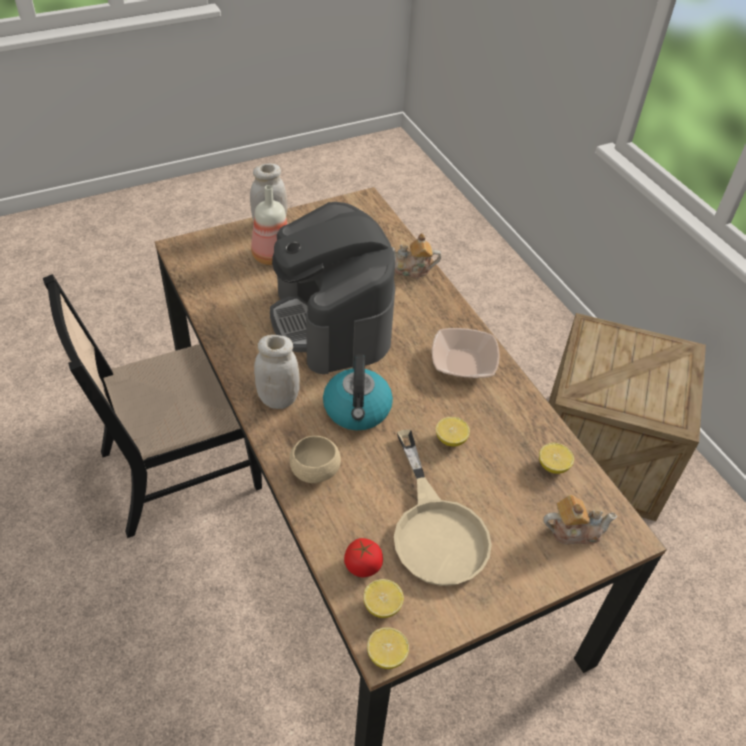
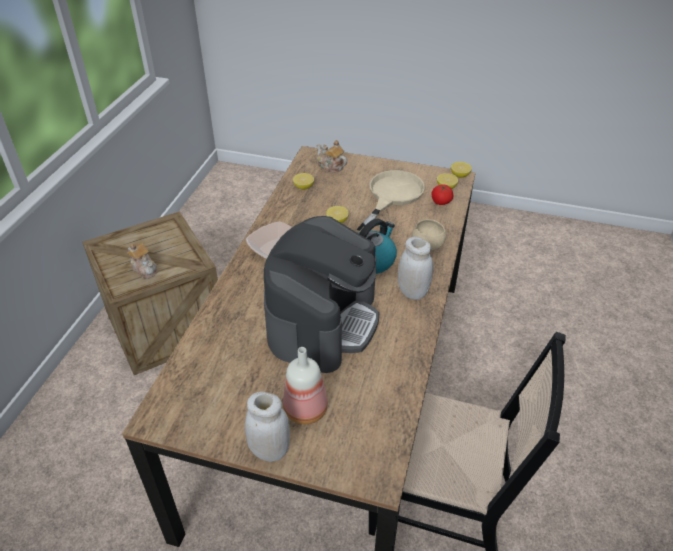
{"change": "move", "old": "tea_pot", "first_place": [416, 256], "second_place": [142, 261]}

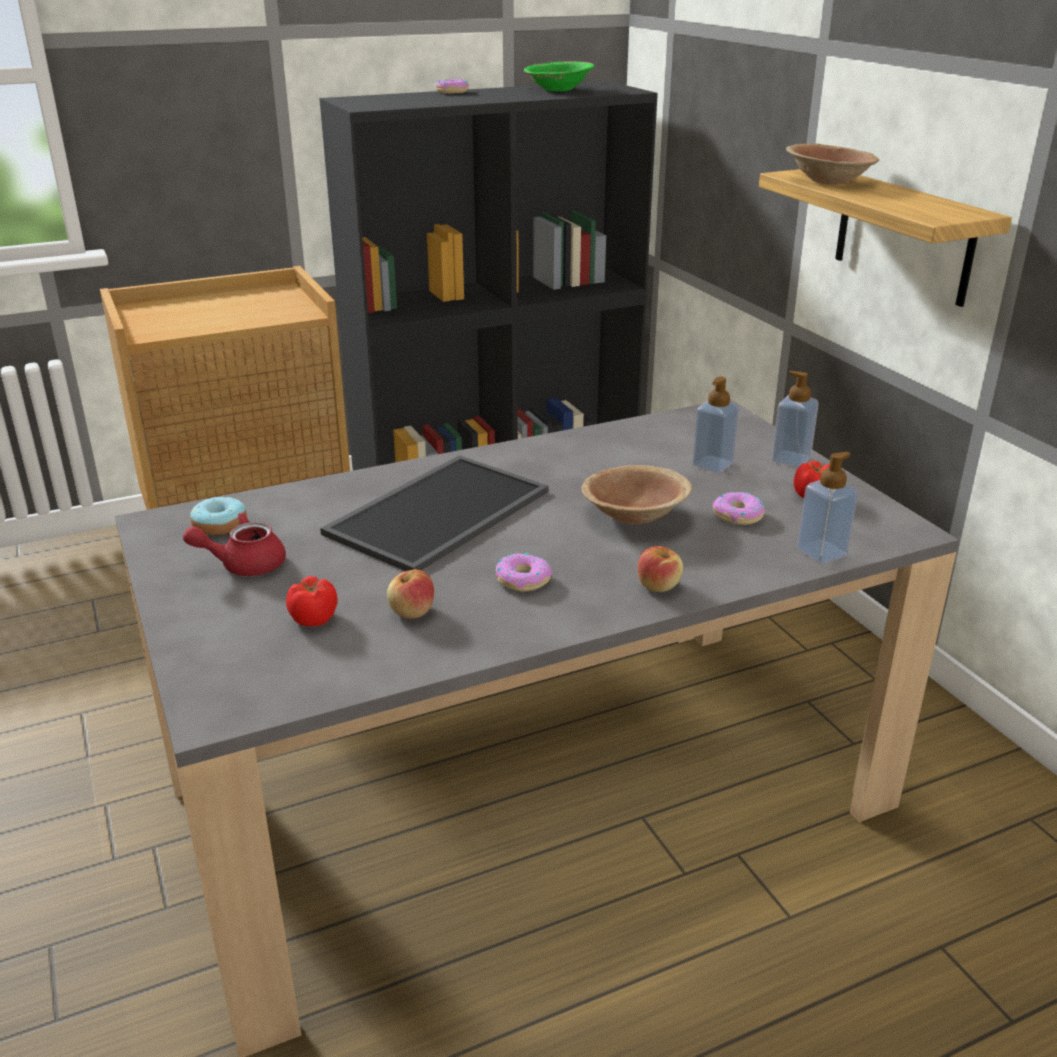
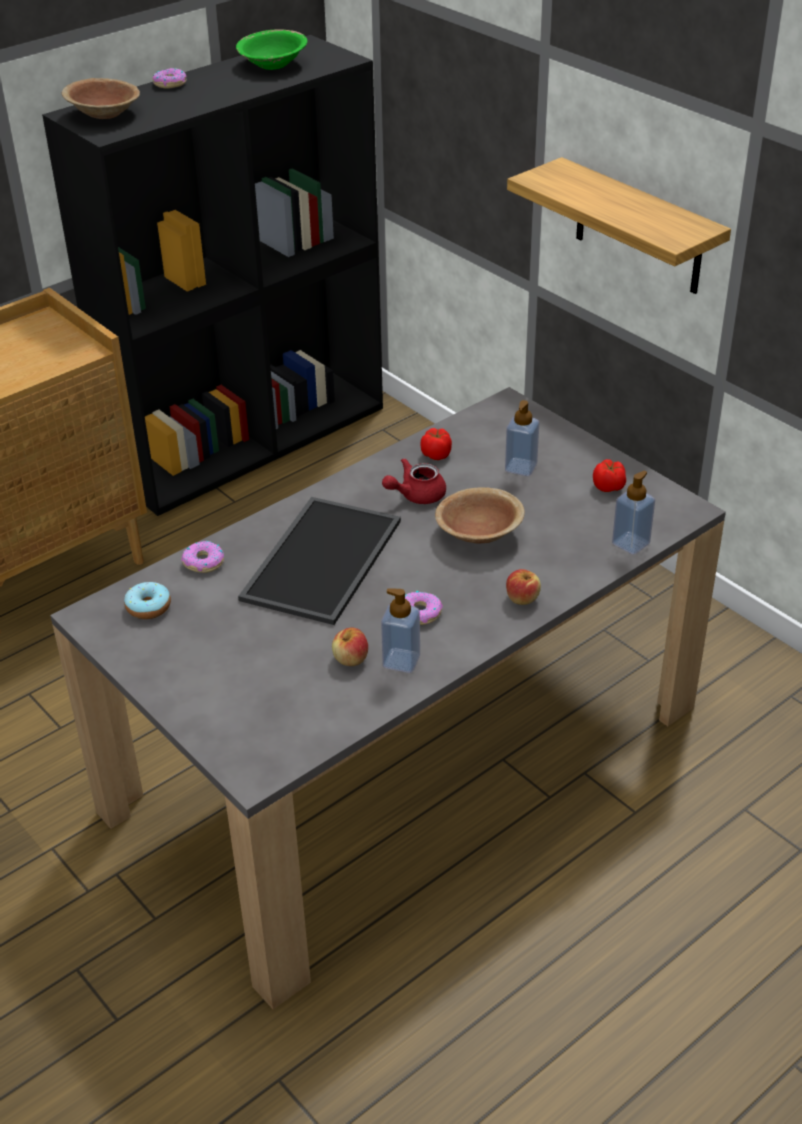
{"change": "move", "old": "red_tea_pot", "first_place": [234, 544], "second_place": [414, 481]}
{"change": "move", "old": "whole_tomato", "first_place": [311, 601], "second_place": [436, 444]}
{"change": "move", "old": "donut", "first_place": [738, 508], "second_place": [202, 557]}
{"change": "move", "old": "soap_bottle", "first_place": [795, 419], "second_place": [400, 630]}
{"change": "move", "old": "brown_deep_dish", "first_place": [832, 164], "second_place": [101, 98]}

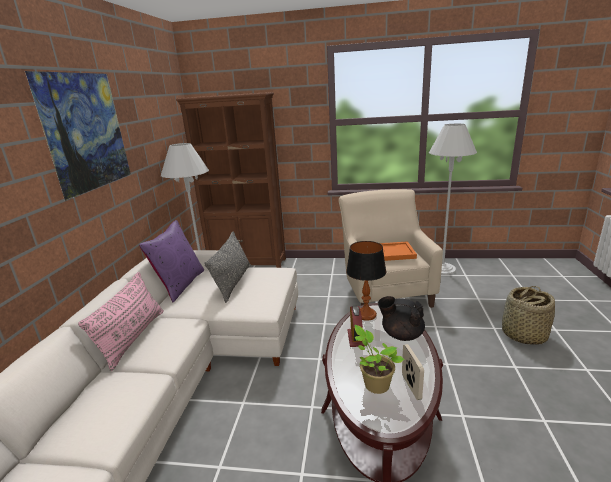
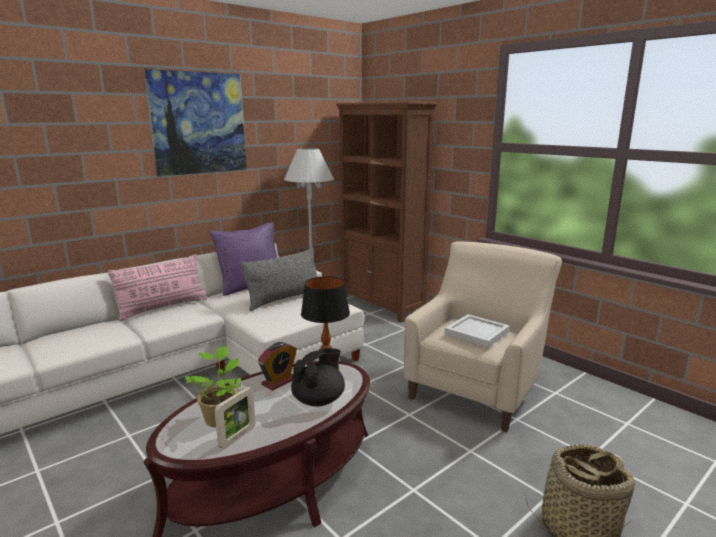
{"change": "rotate", "old": "blackish_tea_pot", "first_place": [401, 318], "second_place": [318, 377], "degrees": 60}
{"change": "recolor", "old": "orangey_carrying_tray", "new": "white_carrying_tray", "first_place": [398, 251], "second_place": [477, 330]}
{"change": "delete", "old": "white_standard_lamp", "first_place": [453, 199]}

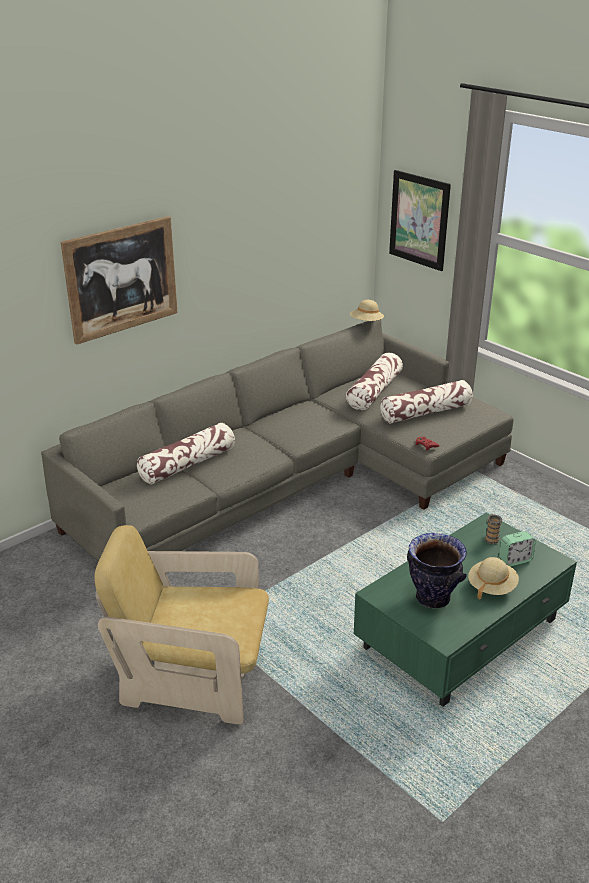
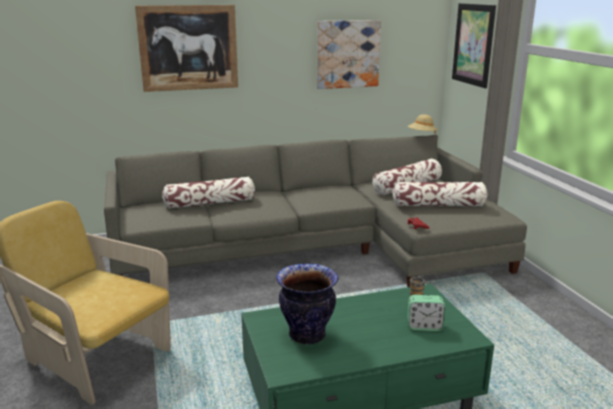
{"change": "delete", "old": "beige-coloured_wearable_hat", "first_place": [493, 578]}
{"change": "insert", "new": "wall_picture", "second_place": [349, 54]}

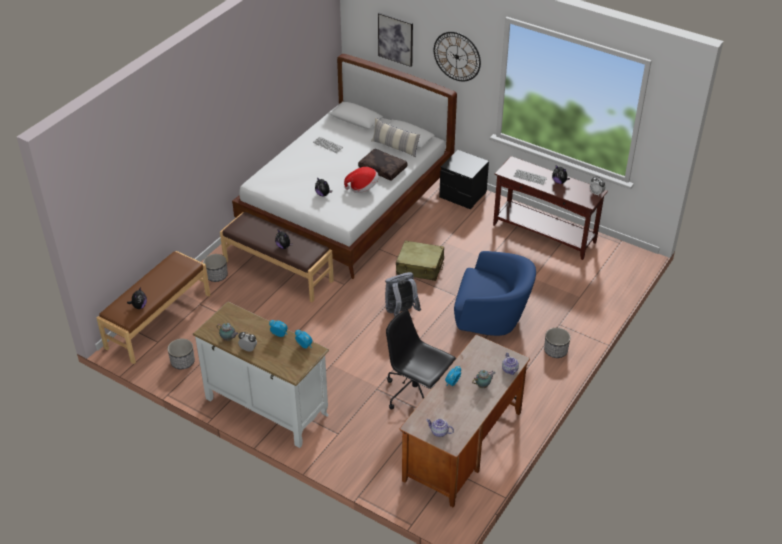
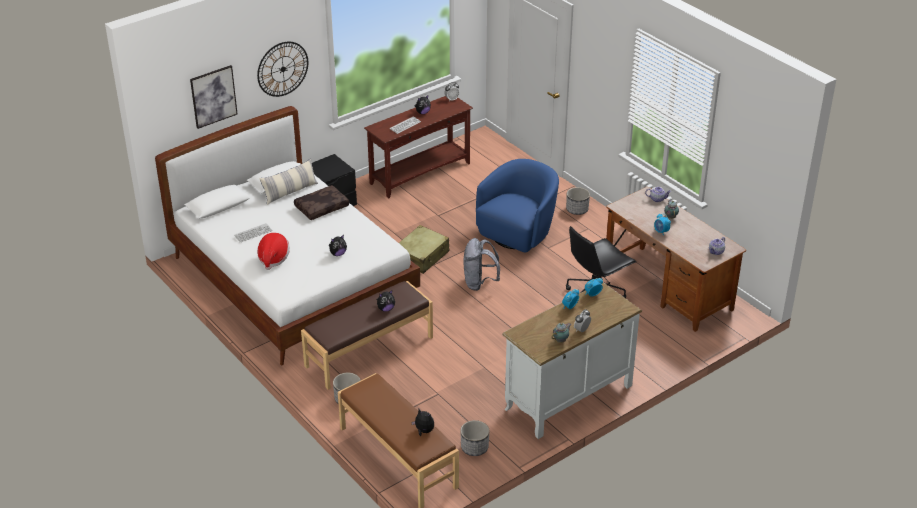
{"change": "move", "old": "wearable_hat", "first_place": [361, 180], "second_place": [273, 251]}

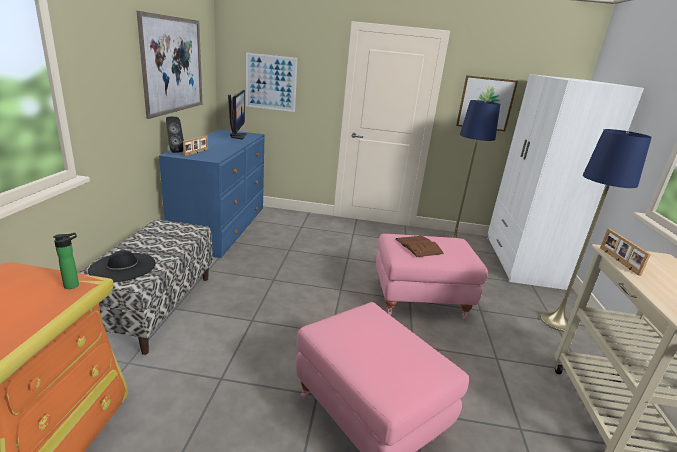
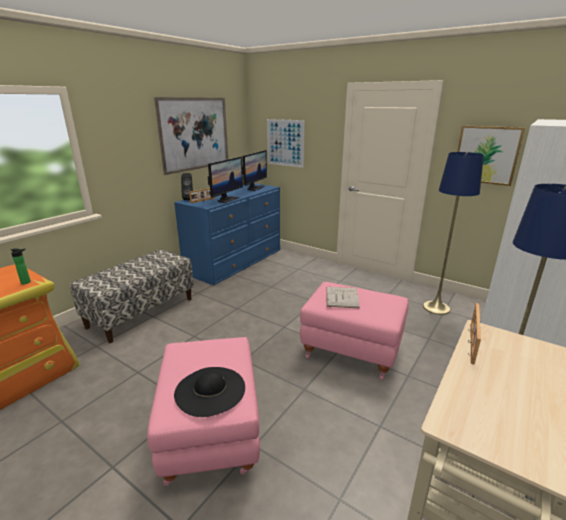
{"change": "move", "old": "blackish_wearable_hat", "first_place": [122, 266], "second_place": [209, 392]}
{"change": "recolor", "old": "brown_bound_book", "new": "white_bound_book", "first_place": [420, 246], "second_place": [343, 297]}
{"change": "insert", "new": "computer_screen", "second_place": [225, 180]}

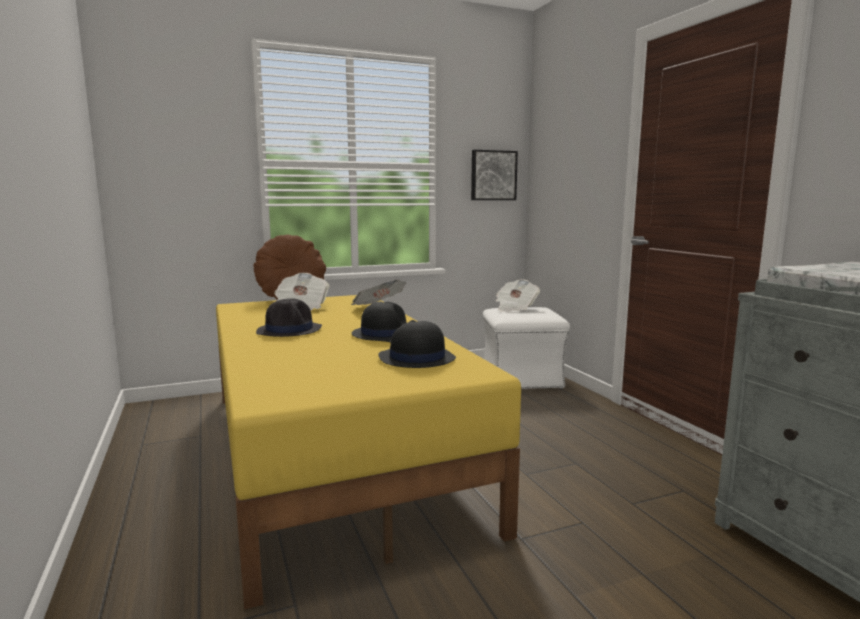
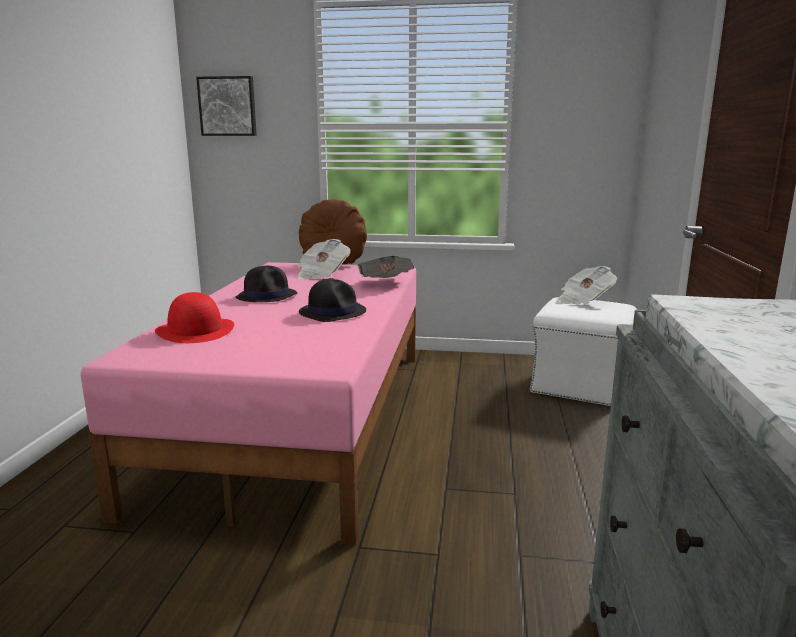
{"change": "recolor", "old": "yellowish_sleeping_bed", "new": "pink-coloured_sleeping_bed", "first_place": [368, 452], "second_place": [248, 403]}
{"change": "delete", "old": "blackish_wearable_hat", "first_place": [417, 344]}
{"change": "move", "old": "wall_picture", "first_place": [494, 175], "second_place": [226, 106]}
{"change": "insert", "new": "red_wearable_hat", "second_place": [194, 317]}

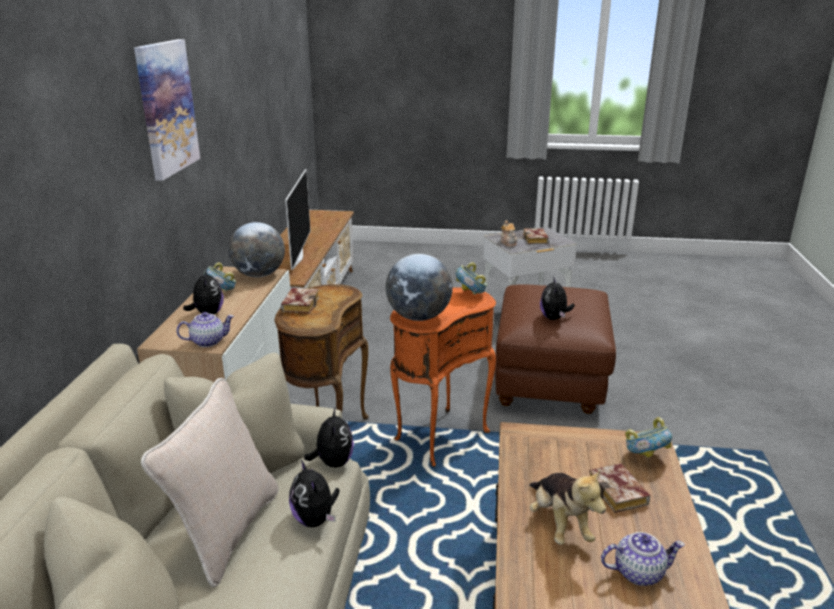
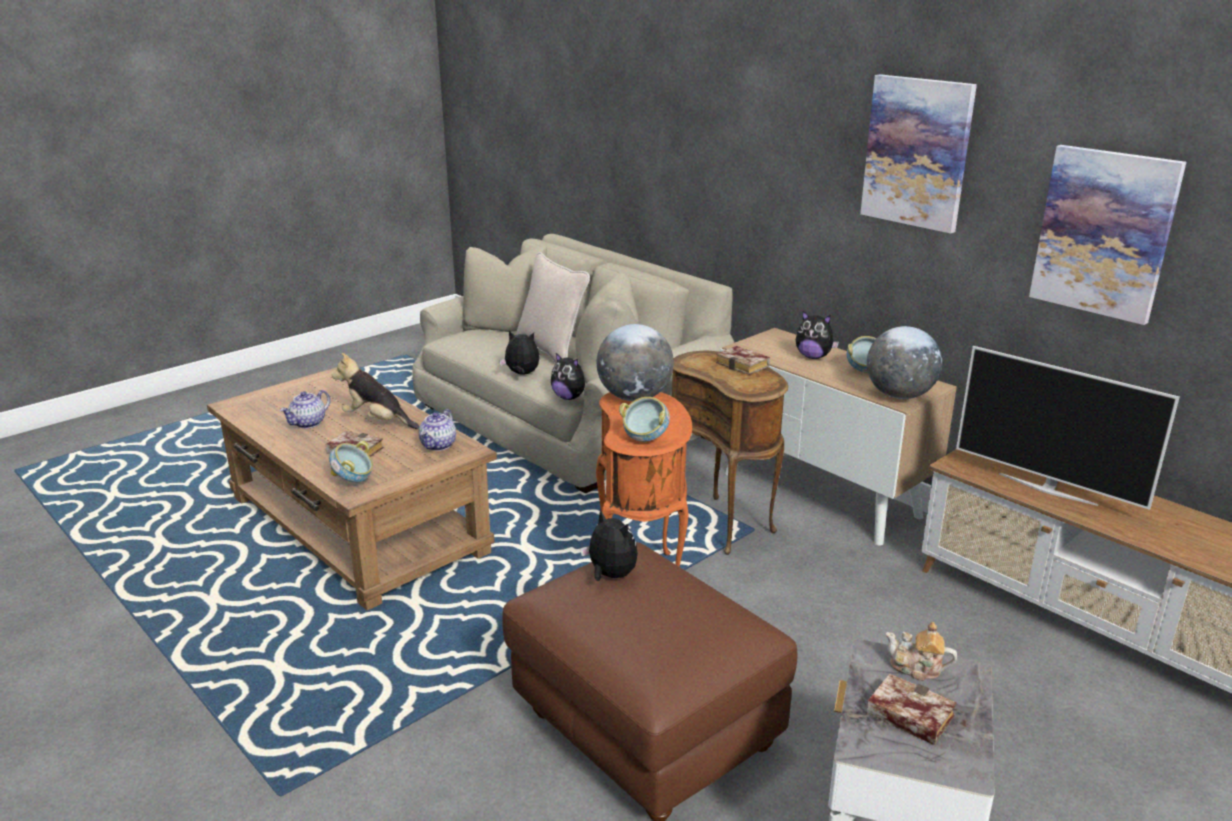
{"change": "move", "old": "tea_pot", "first_place": [205, 329], "second_place": [437, 430]}
{"change": "insert", "new": "wall_picture", "second_place": [1107, 235]}

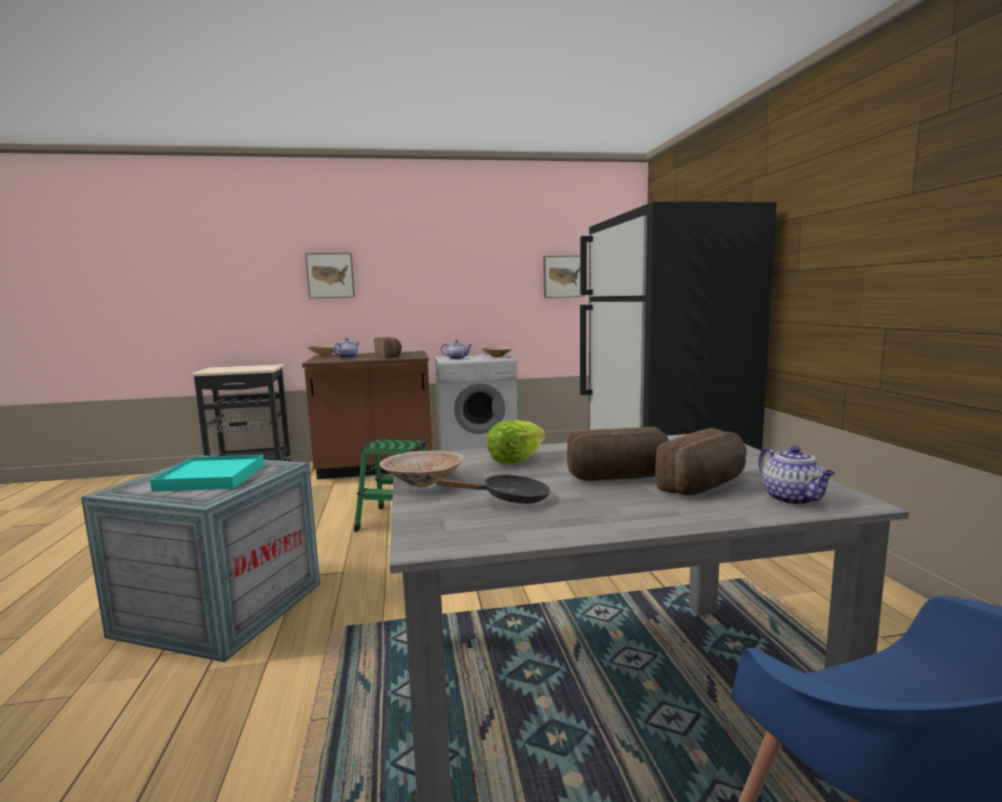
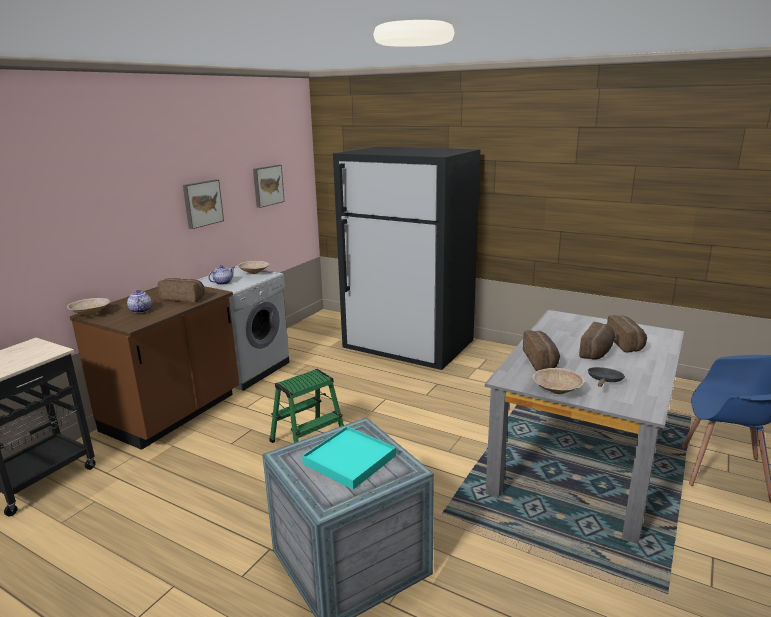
{"change": "move", "old": "wall_picture", "first_place": [330, 275], "second_place": [203, 204]}
{"change": "replace", "old": "lettuce", "new": "bakery_bread", "first_place": [515, 442], "second_place": [541, 350]}
{"change": "delete", "old": "tea_pot", "first_place": [796, 475]}

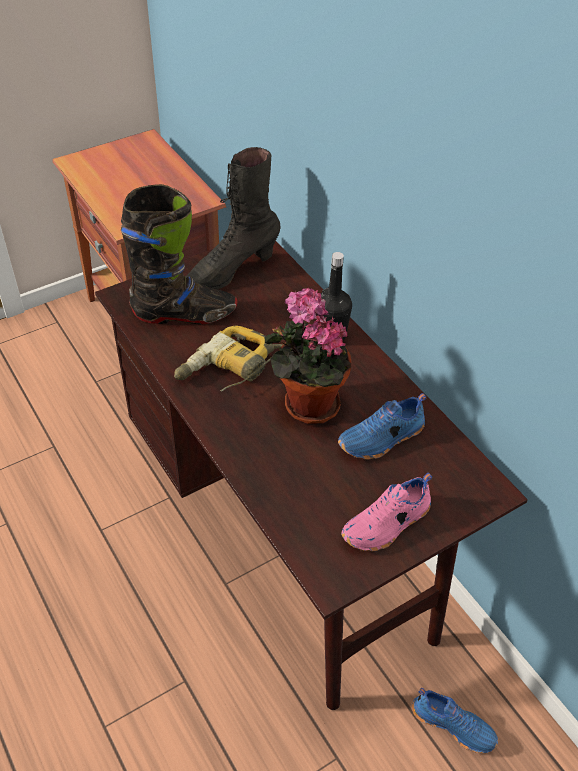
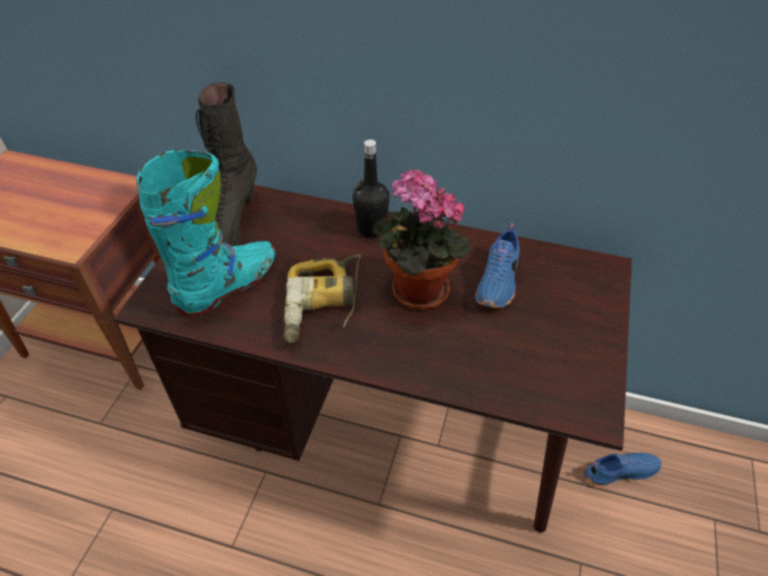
{"change": "recolor", "old": "blackish_boot", "new": "turquoise-coloured_boot", "first_place": [179, 254], "second_place": [205, 233]}
{"change": "delete", "old": "pink-coloured_shoe", "first_place": [386, 512]}

